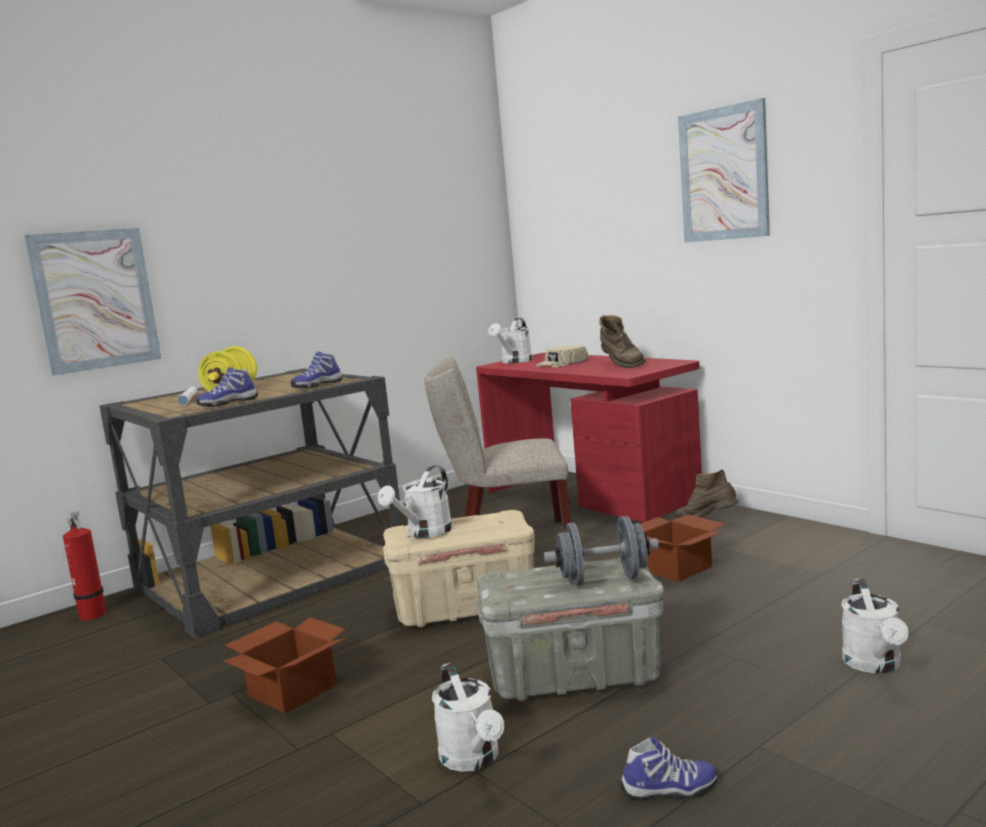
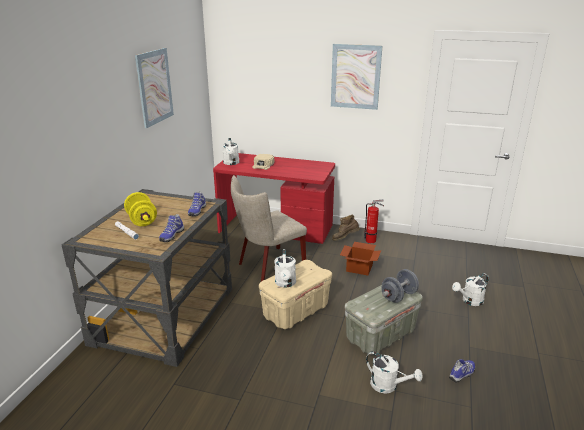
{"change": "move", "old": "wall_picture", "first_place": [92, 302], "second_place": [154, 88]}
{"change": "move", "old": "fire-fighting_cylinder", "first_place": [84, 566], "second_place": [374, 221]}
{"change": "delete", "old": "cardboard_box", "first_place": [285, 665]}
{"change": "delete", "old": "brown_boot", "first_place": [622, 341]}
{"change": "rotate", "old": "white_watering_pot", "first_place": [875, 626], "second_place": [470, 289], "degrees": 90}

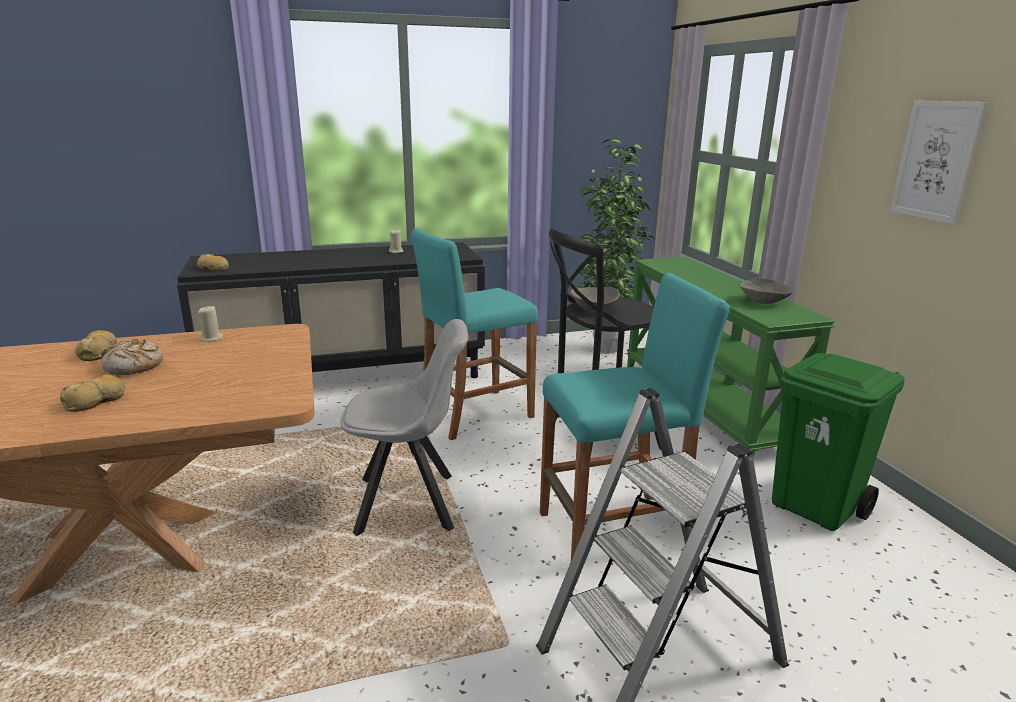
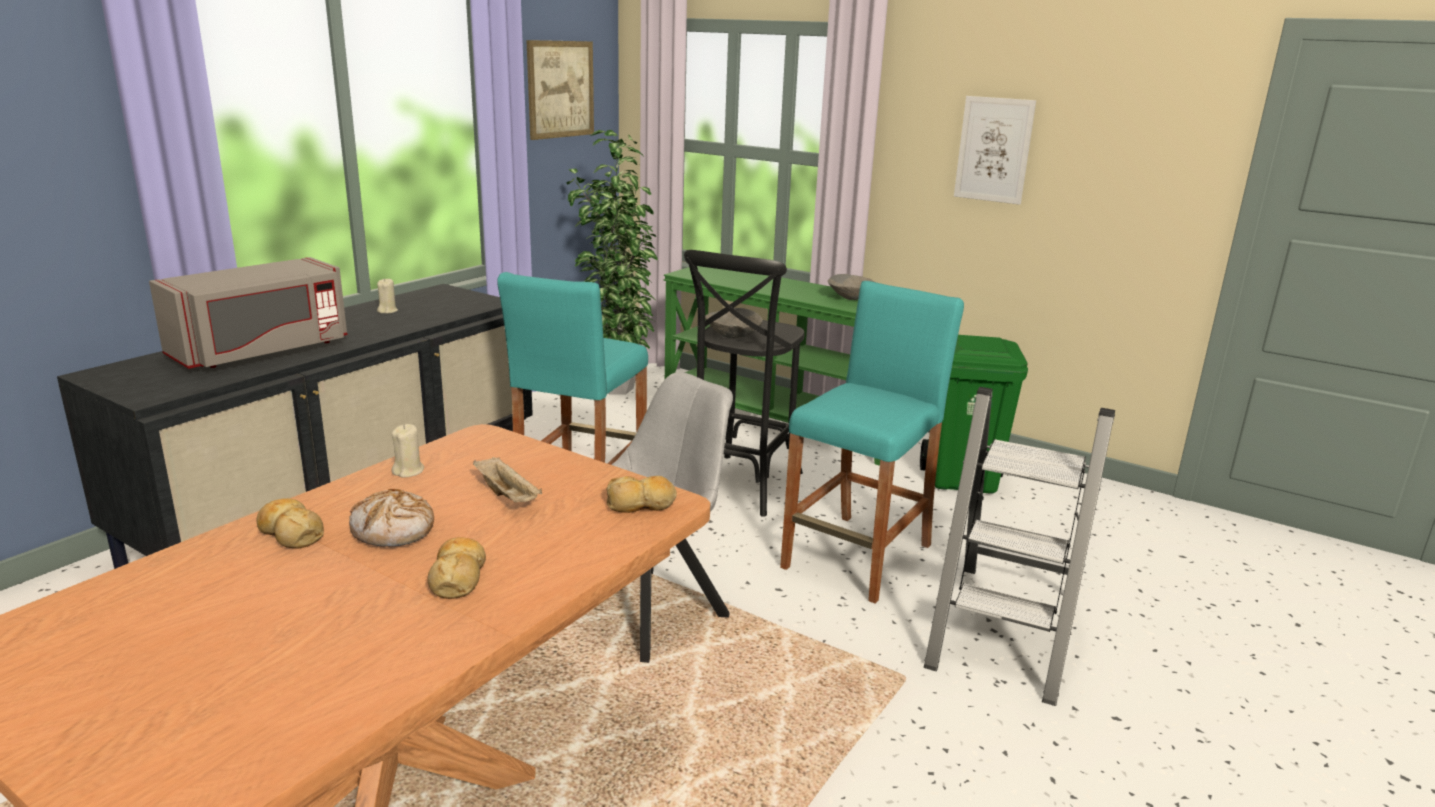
{"change": "move", "old": "bakery_bread", "first_place": [213, 262], "second_place": [642, 494]}
{"change": "insert", "new": "gray_microwave_oven", "second_place": [248, 313]}
{"change": "insert", "new": "beige-coloured_carrying_tray", "second_place": [507, 479]}
{"change": "insert", "new": "wall_picture", "second_place": [560, 90]}

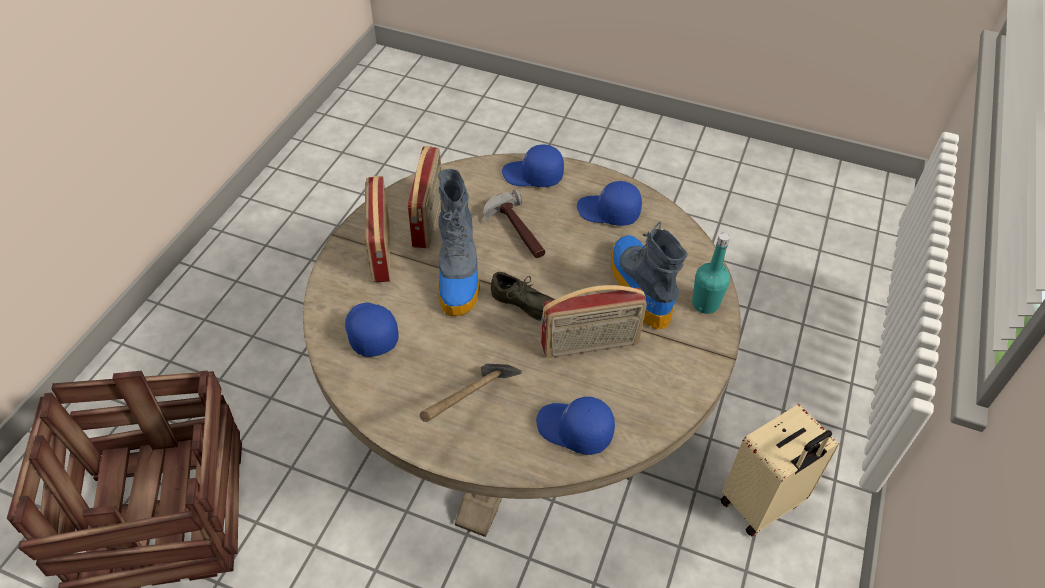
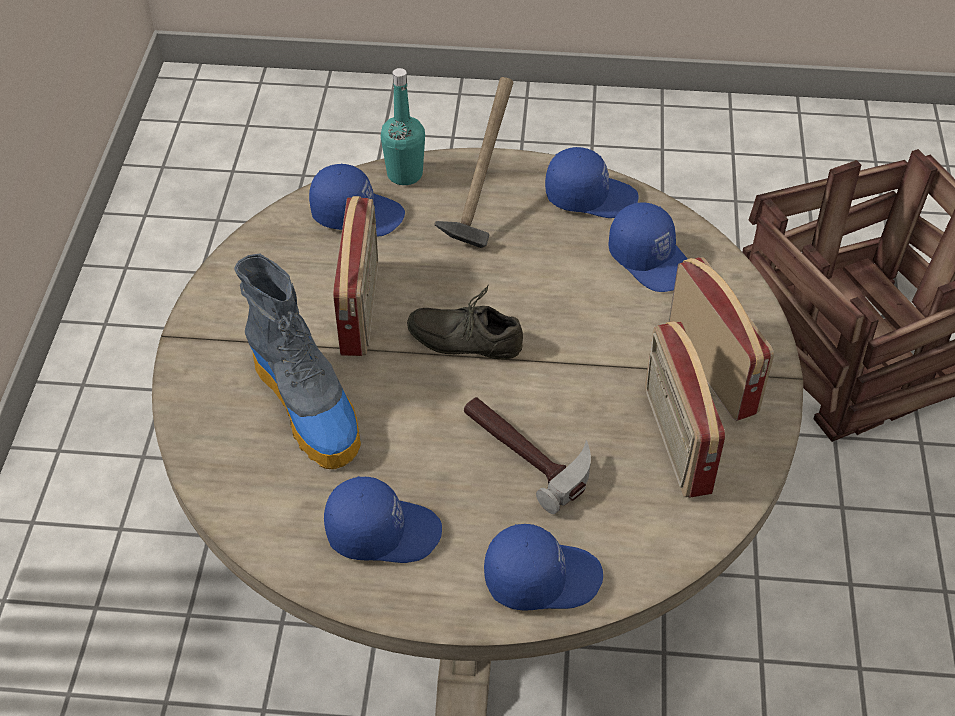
{"change": "delete", "old": "boot", "first_place": [459, 242]}
{"change": "rotate", "old": "radio_receiver", "first_place": [594, 321], "second_place": [355, 276], "degrees": 120}
{"change": "move", "old": "turquoise-coloured_beverage_bottle", "first_place": [711, 273], "second_place": [403, 126]}
{"change": "delete", "old": "beige-coloured_piece_of_luggage", "first_place": [779, 470]}
{"change": "insert", "new": "blue_cap", "second_place": [591, 182]}

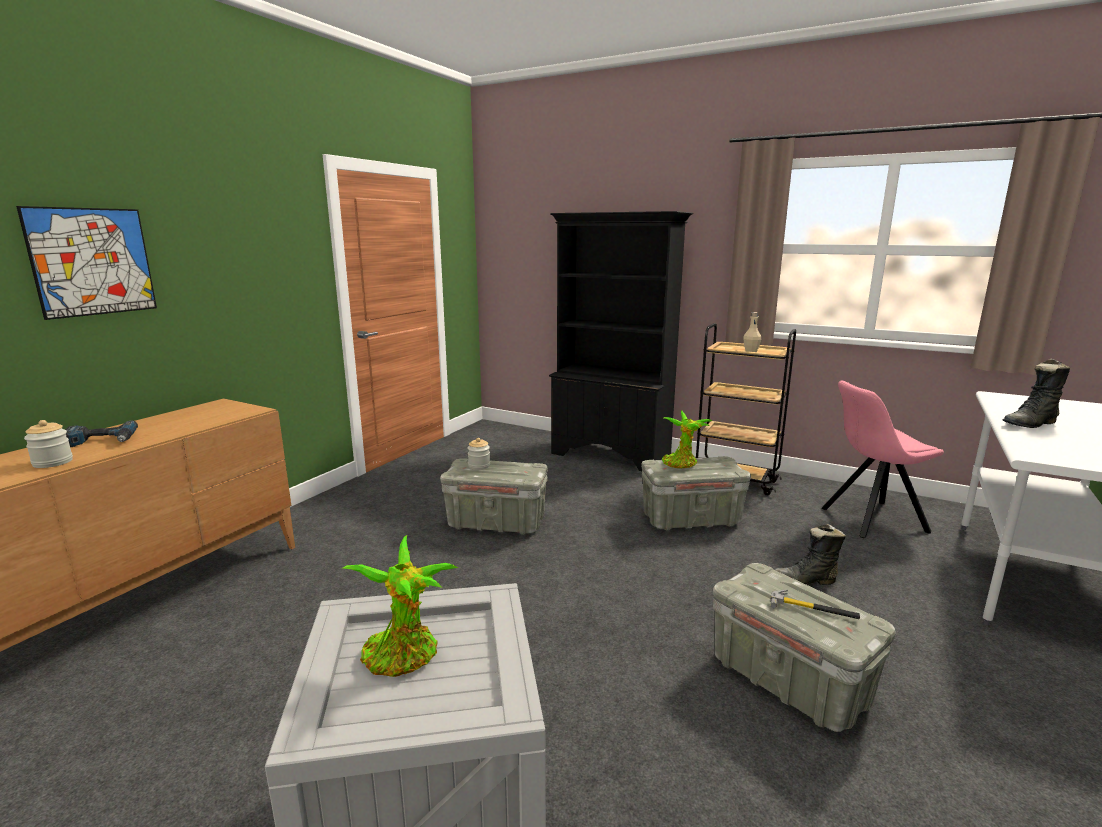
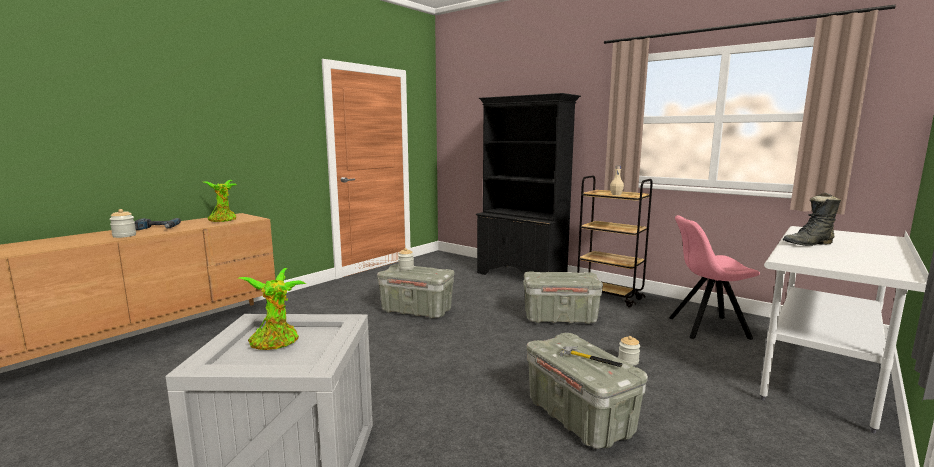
{"change": "delete", "old": "wall_picture", "first_place": [86, 263]}
{"change": "move", "old": "plant_in_a_pot", "first_place": [687, 439], "second_place": [220, 201]}
{"change": "replace", "old": "blackish_boot", "new": "preserve_jar", "first_place": [810, 554], "second_place": [629, 351]}

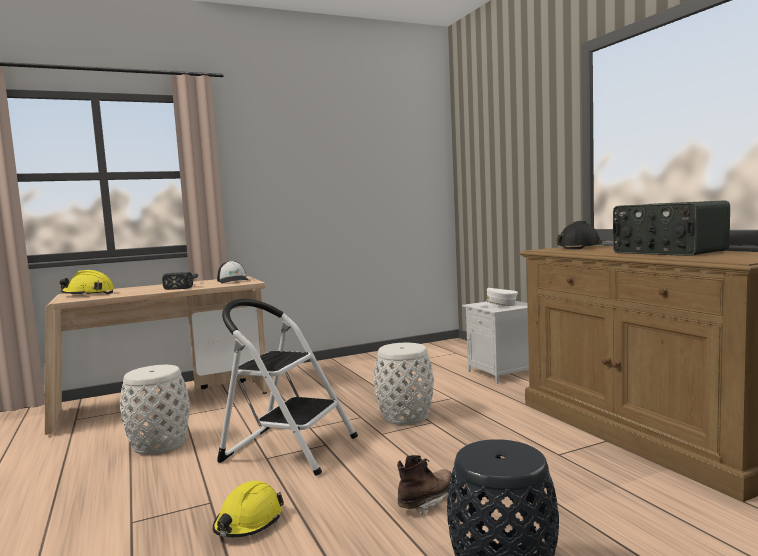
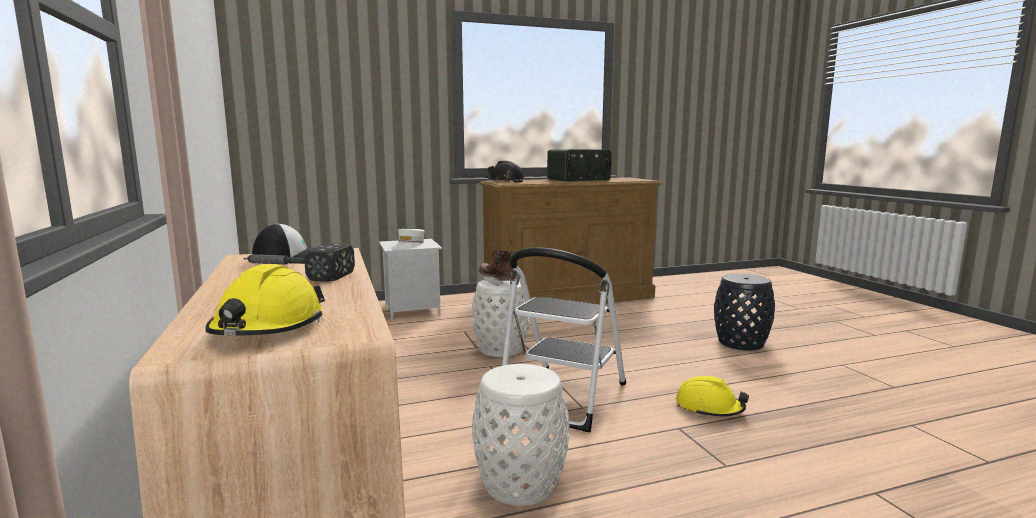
{"change": "move", "old": "brown_boot", "first_place": [424, 485], "second_place": [496, 267]}

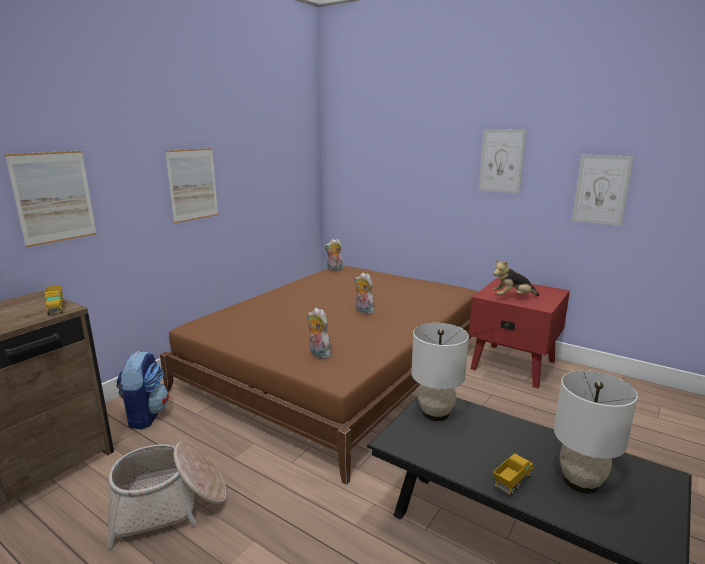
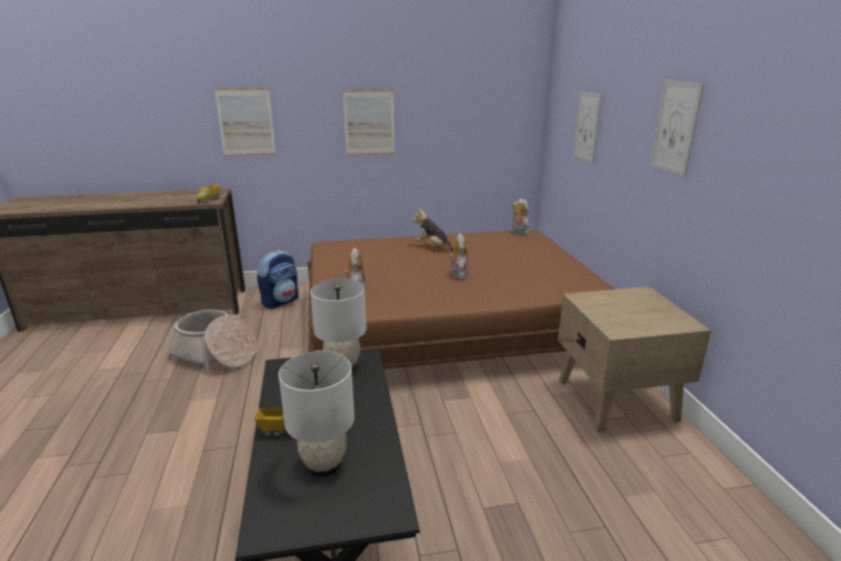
{"change": "recolor", "old": "red_bedside_table", "new": "beige-coloured_bedside_table", "first_place": [519, 333], "second_place": [634, 360]}
{"change": "move", "old": "plush_toy", "first_place": [516, 278], "second_place": [432, 230]}
{"change": "move", "old": "wall_picture", "first_place": [603, 190], "second_place": [587, 127]}

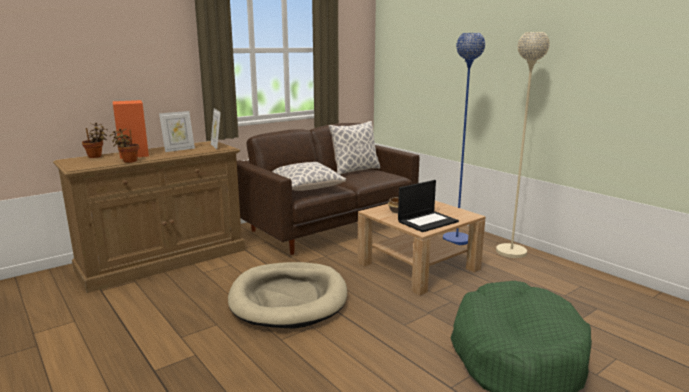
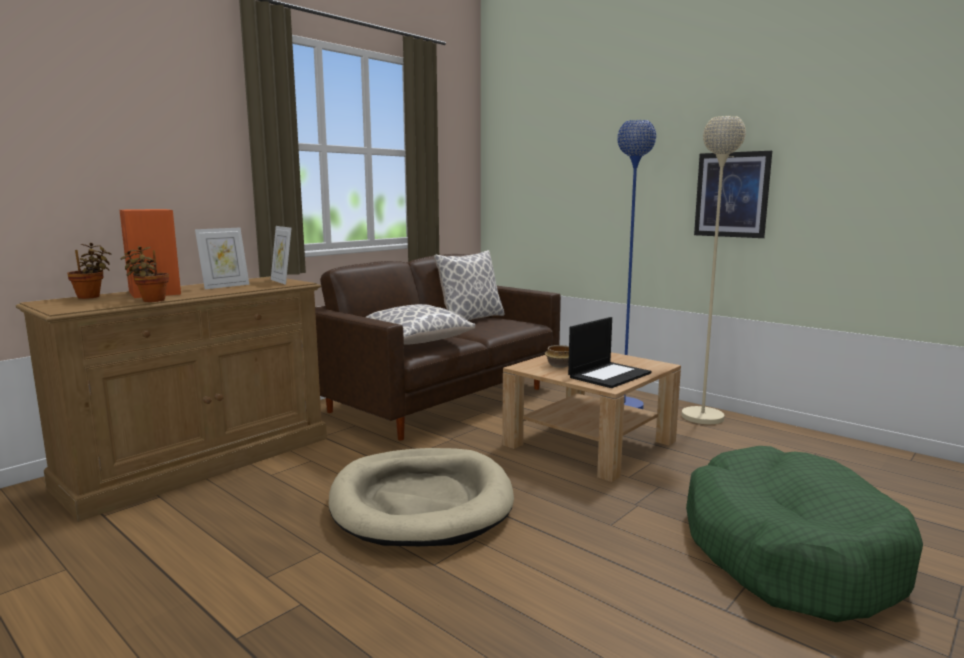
{"change": "insert", "new": "wall_picture", "second_place": [733, 194]}

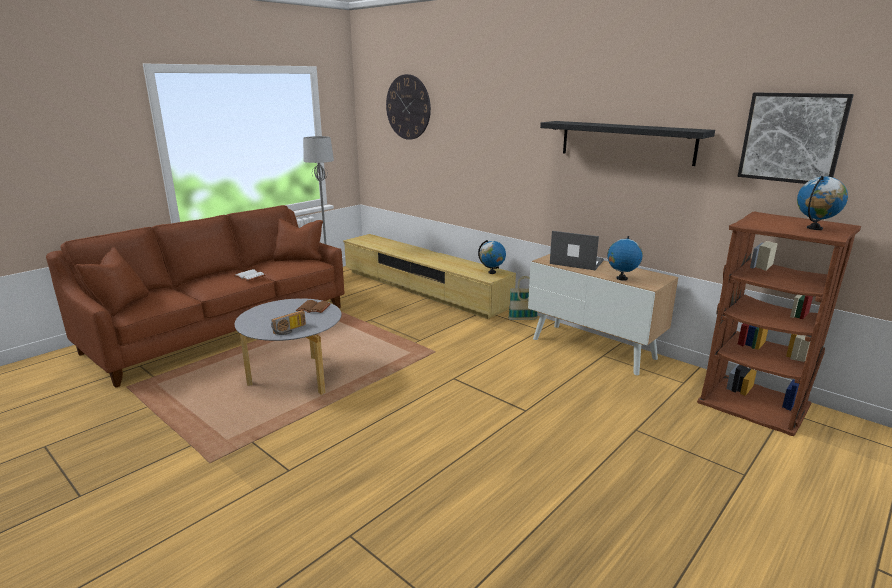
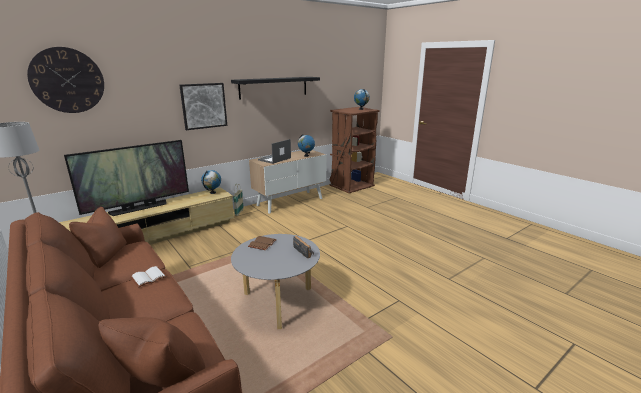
{"change": "move", "old": "wall_picture", "first_place": [795, 138], "second_place": [203, 106]}
{"change": "insert", "new": "TV", "second_place": [126, 178]}

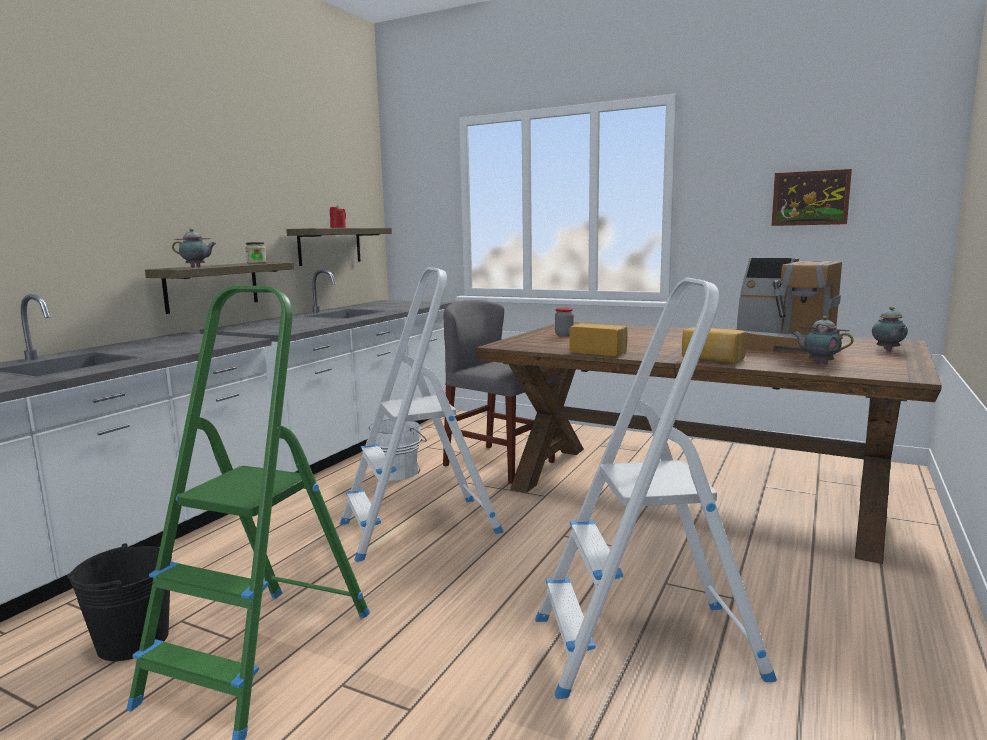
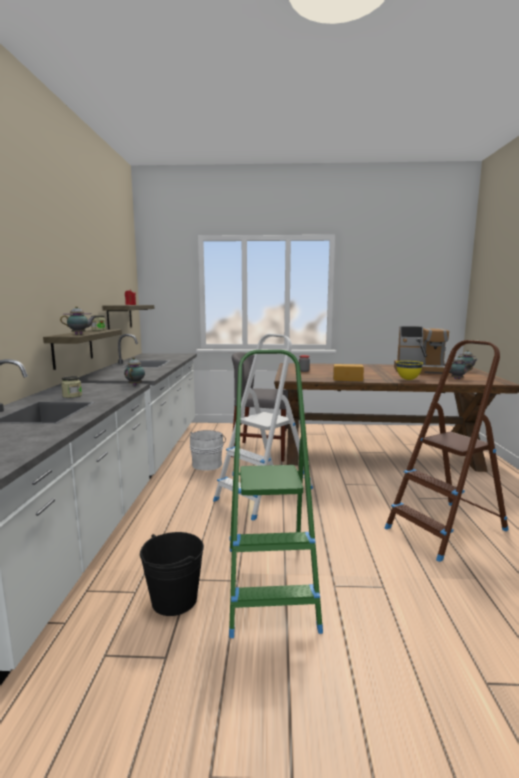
{"change": "recolor", "old": "white_stepladder", "new": "brown_stepladder", "first_place": [656, 488], "second_place": [447, 451]}
{"change": "replace", "old": "bakery_bread", "new": "yellowish_deep_dish", "first_place": [714, 345], "second_place": [409, 370]}
{"change": "delete", "old": "wall_picture", "first_place": [811, 197]}
{"change": "insert", "new": "preserve_jar", "second_place": [71, 387]}
{"change": "insert", "new": "tea_pot", "second_place": [134, 371]}

